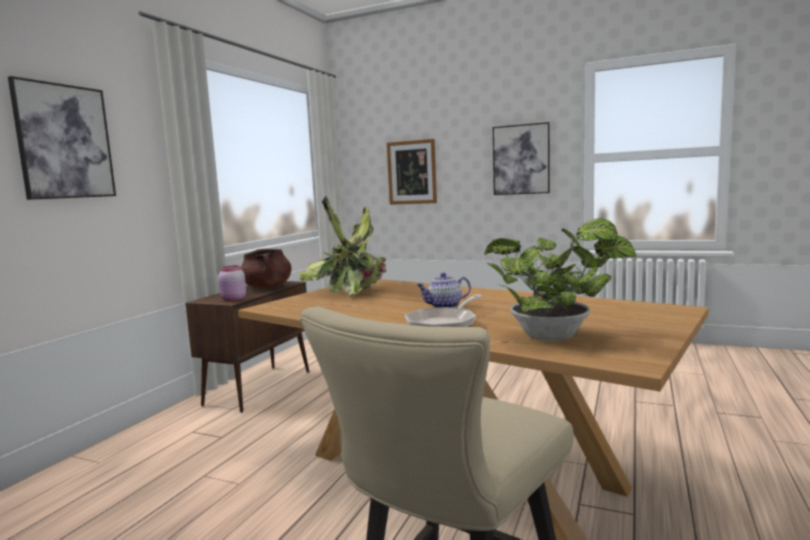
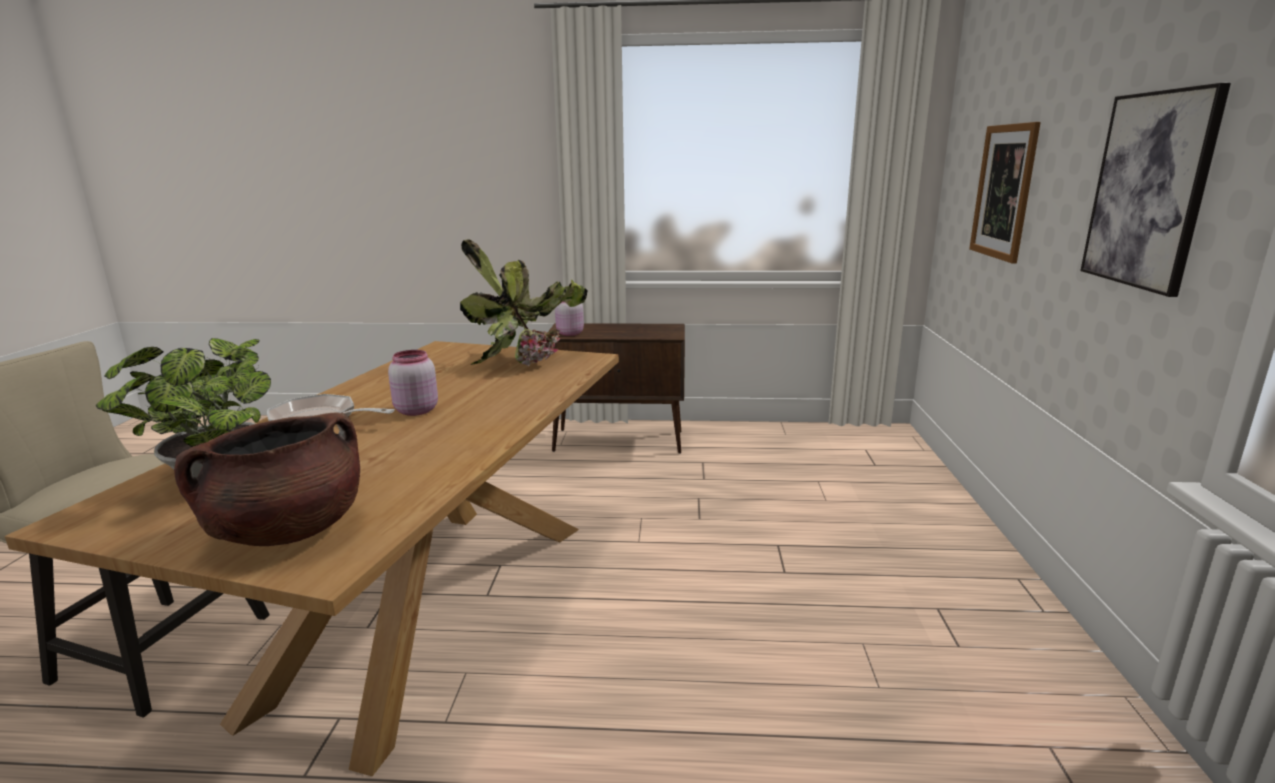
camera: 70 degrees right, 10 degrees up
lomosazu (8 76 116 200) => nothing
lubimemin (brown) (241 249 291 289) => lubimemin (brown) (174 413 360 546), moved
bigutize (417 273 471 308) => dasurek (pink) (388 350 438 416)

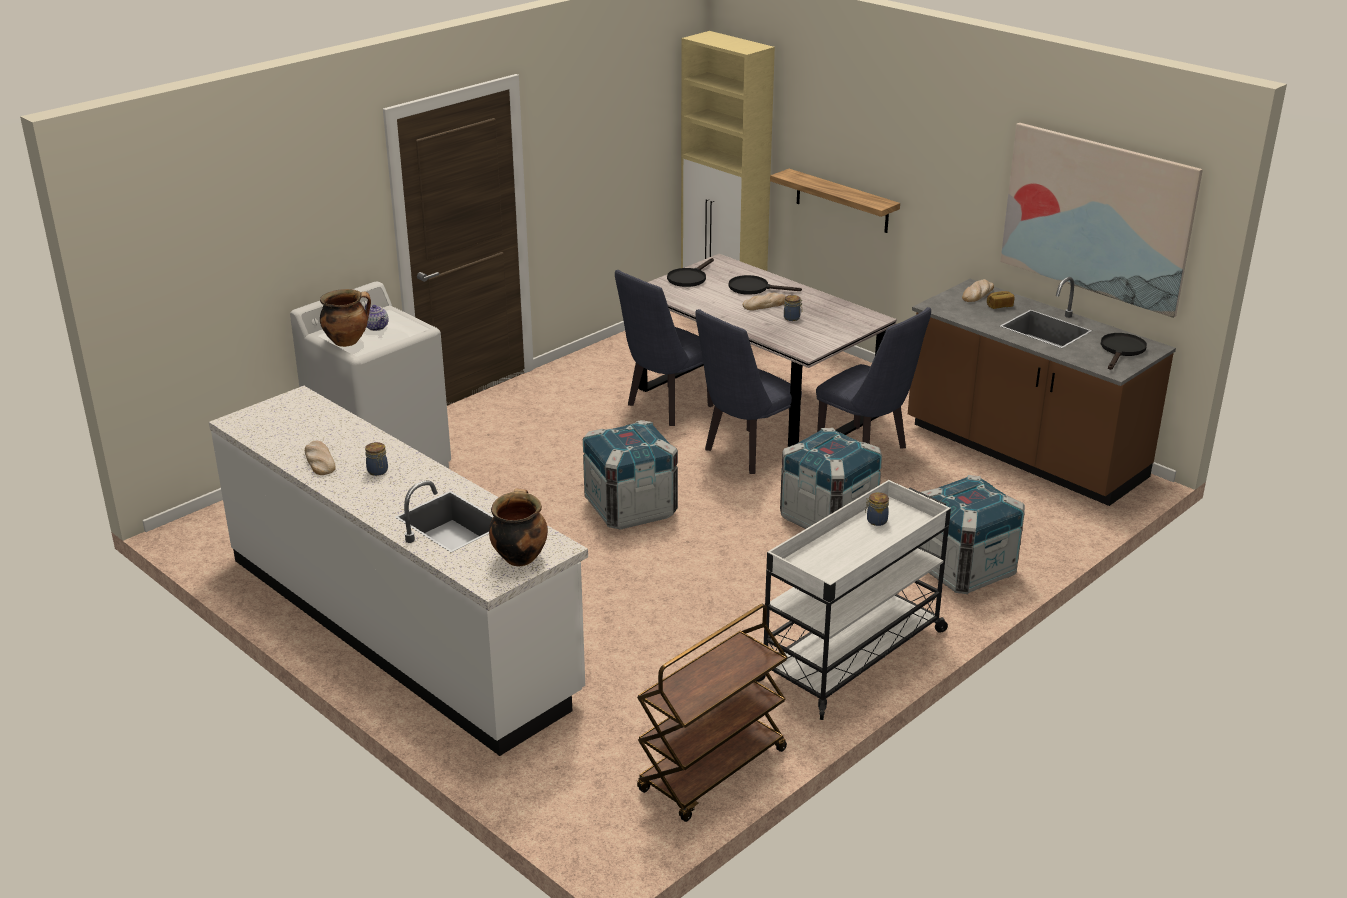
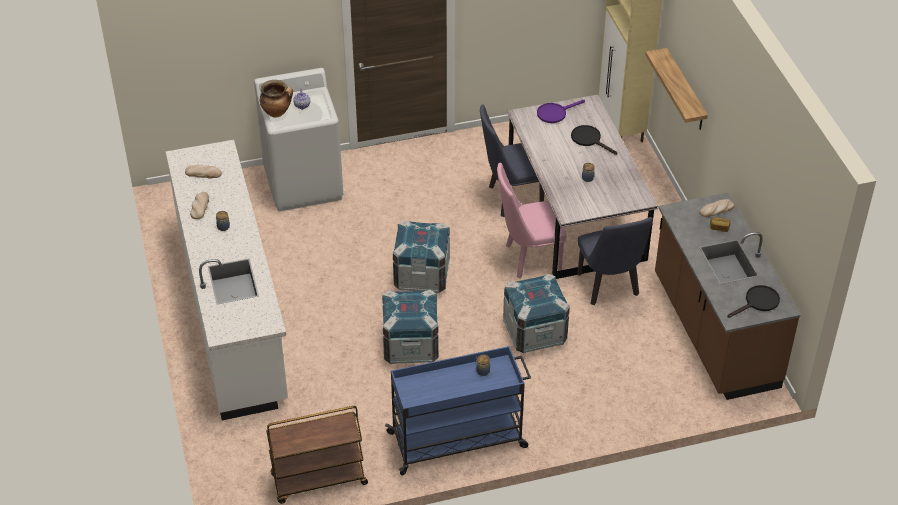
camera: 30 degrees right, 15 degrees up
lubimemin (489 488 548 566) => nothing
lomosazu (1001 123 1203 318) => nothing
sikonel (743 293 786 310) => sikonel (185 165 222 179), moved
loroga (920 475 1025 594) => loroga (382 289 439 364), moved
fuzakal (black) (667 258 714 287) => fuzakal (purple) (537 100 585 123)
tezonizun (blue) (695 309 802 474) => tezonizun (pink) (497 163 567 279)
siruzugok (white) (756 480 951 720) => siruzugok (blue) (385 346 531 476)

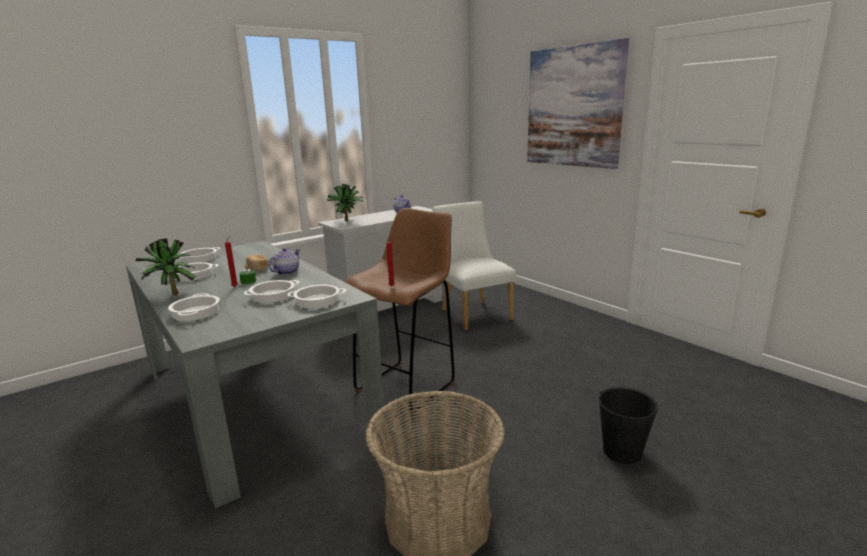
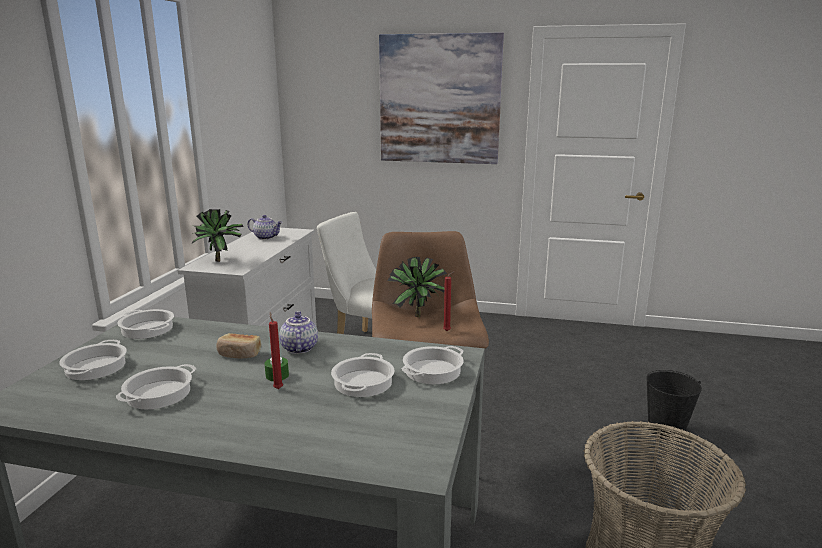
camera: 40 degrees left, 0 degrees up
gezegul (136 238 196 295) => gezegul (388 257 447 317), moved
lubimemin (168 293 220 321) => lubimemin (117 309 174 339), moved

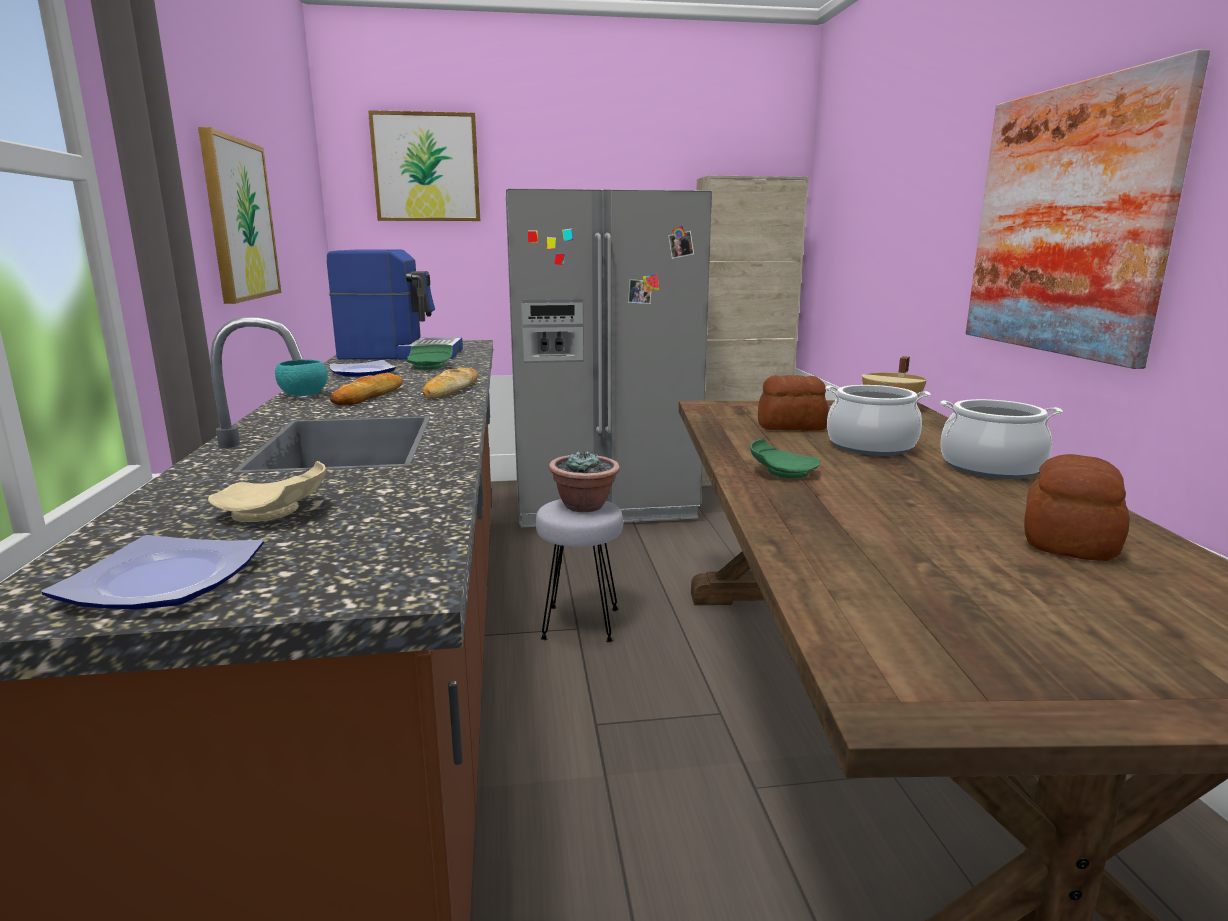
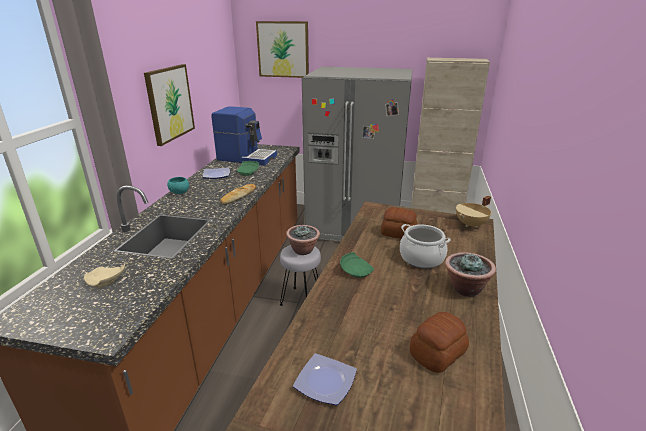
camera: 20 degrees right, 10 degrees up
sikonel (330 373 403 405) => nothing
lomosazu (966 49 1210 369) => nothing
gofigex (41 535 264 610) => gofigex (293 353 357 405), moved
lubimemin (940 399 1063 479) => gezegul (445 252 496 297)

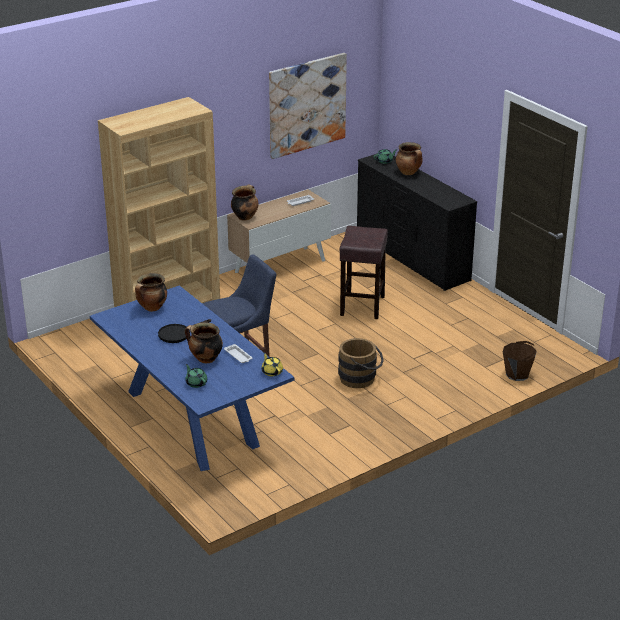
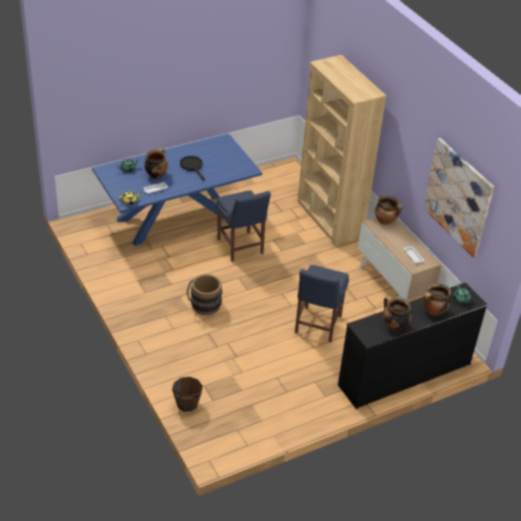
camera: 95 degrees right, 10 degrees up
lubimemin (135 273 167 312) => lubimemin (383 296 411 331), moved
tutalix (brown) (340 226 388 319) => tezonizun (blue) (295 265 349 343)

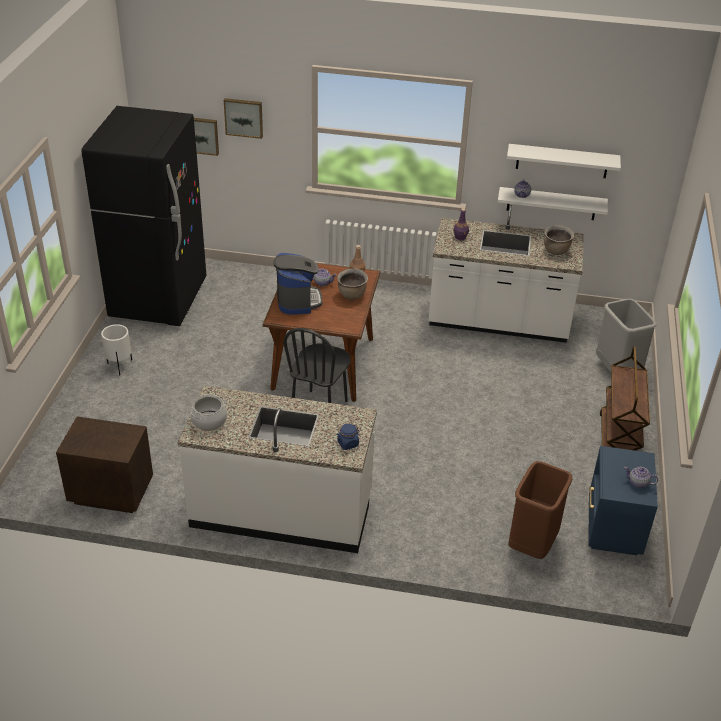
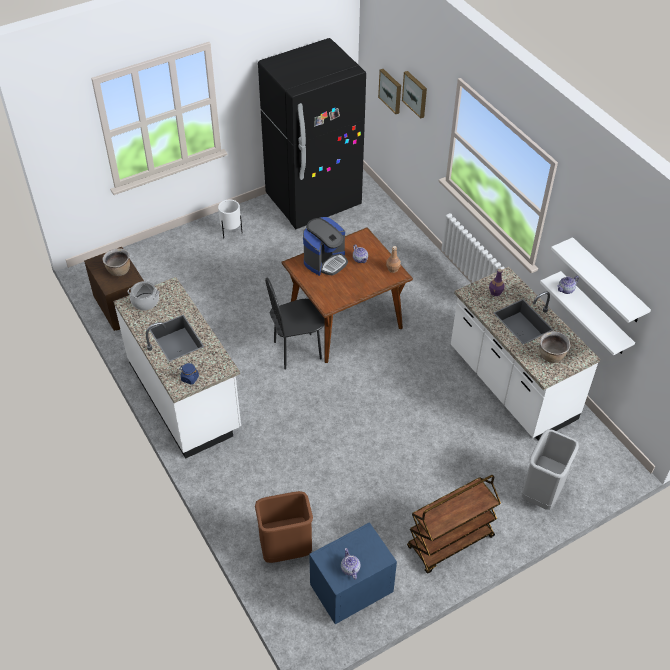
camera: 50 degrees right, 10 degrees up
lubimemin (brown) (337 269 368 300) => lubimemin (brown) (102 248 130 276), moved

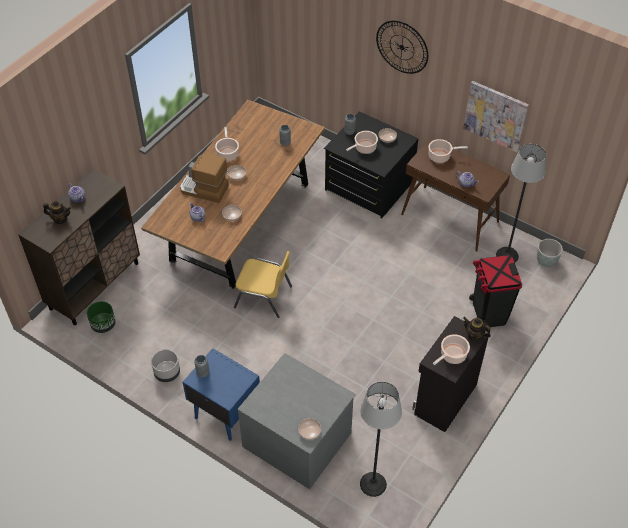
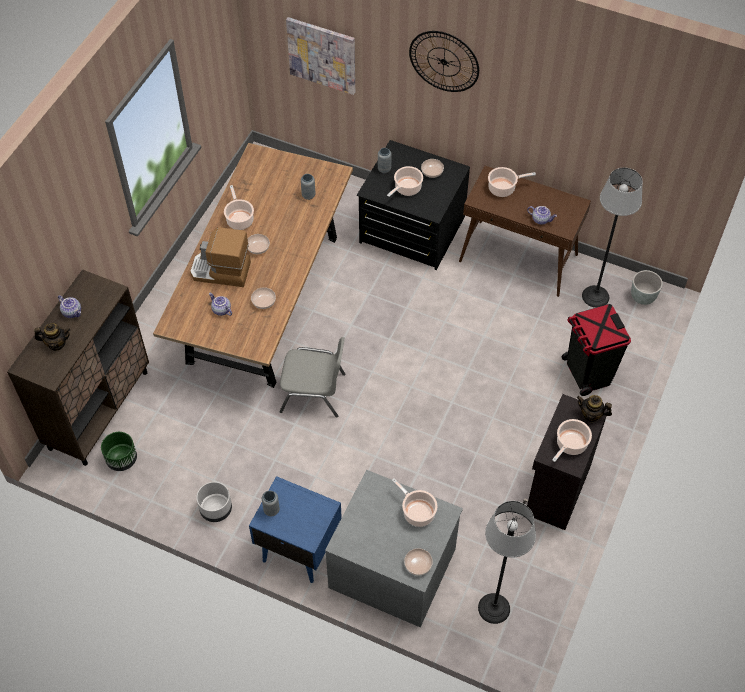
camera: 10 degrees left, 5 degrees up
nothing => lubimemin (392 478 438 527)
lomosazu (463 81 529 152) => lomosazu (286 17 355 95), moved
tezonizun (yellow) (234 251 292 318) => tezonizun (grey) (279 337 345 418)

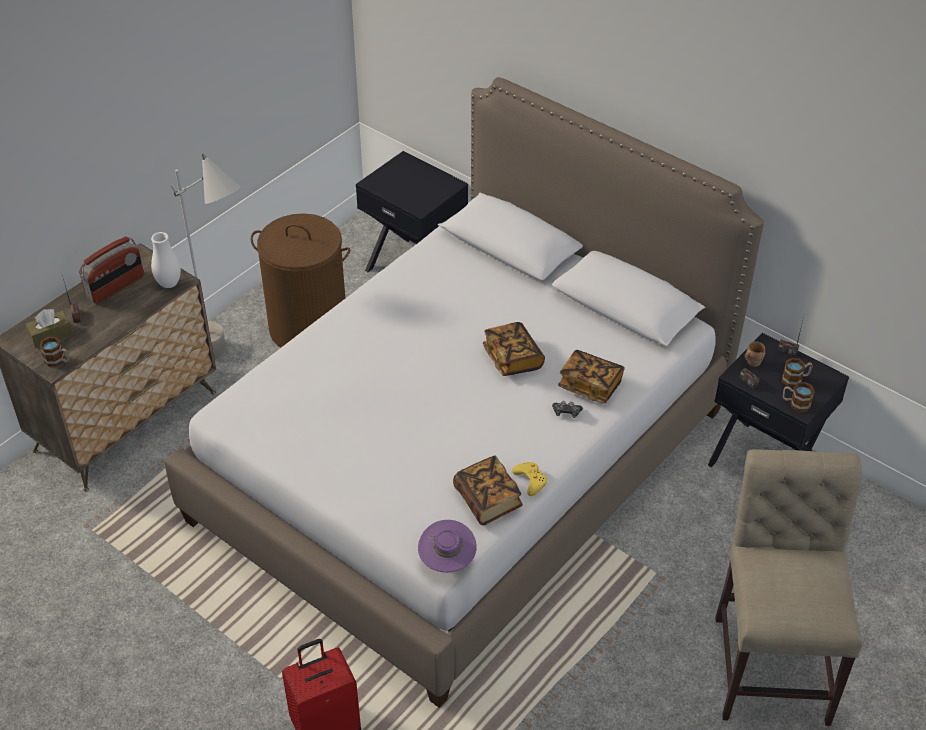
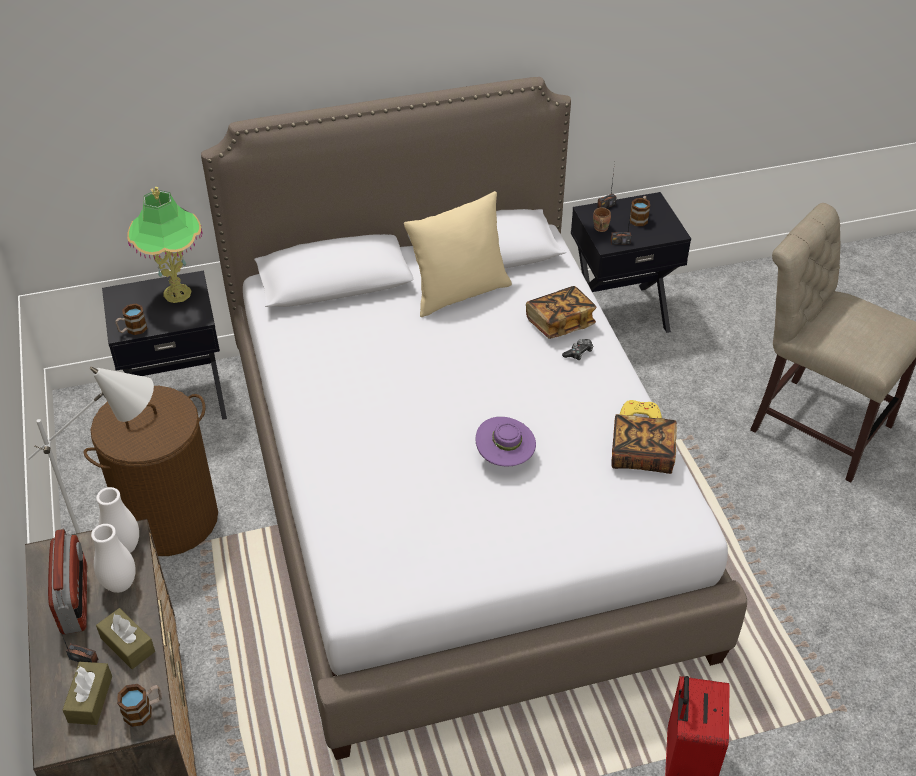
camera: 55 degrees left, 0 degrees up
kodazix (483 322 545 376) => nothing
nothing => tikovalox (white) (91 524 136 593)
nothing => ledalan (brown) (96 608 155 669)
nothing => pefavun (127 187 203 303)
nothing => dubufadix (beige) (404 191 512 317)
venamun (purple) (418 520 477 572) => venamun (purple) (476 417 536 467), moved
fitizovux (783 382 815 412) => fitizovux (115 303 147 335), moved

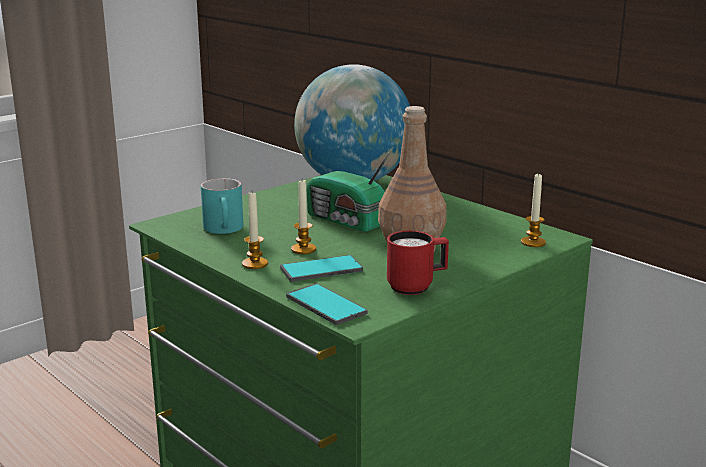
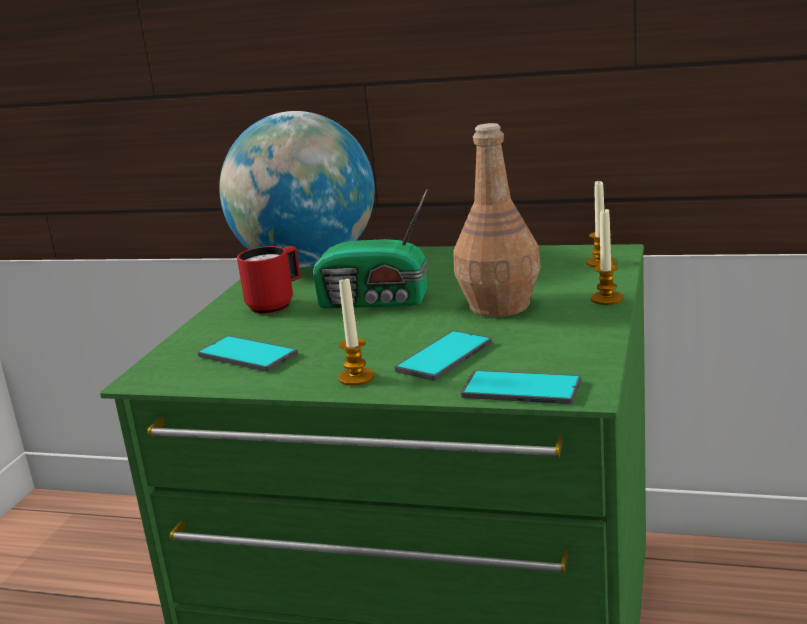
camera: 30 degrees left, 0 degrees up
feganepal (291 180 316 254) => feganepal (591 207 623 305), moved
fitizovux (red) (387 231 449 295) => fitizovux (red) (237 246 301 314), moved
fitizovux (turquoise) (201 178 243 234) => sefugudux (197 336 298 372)

